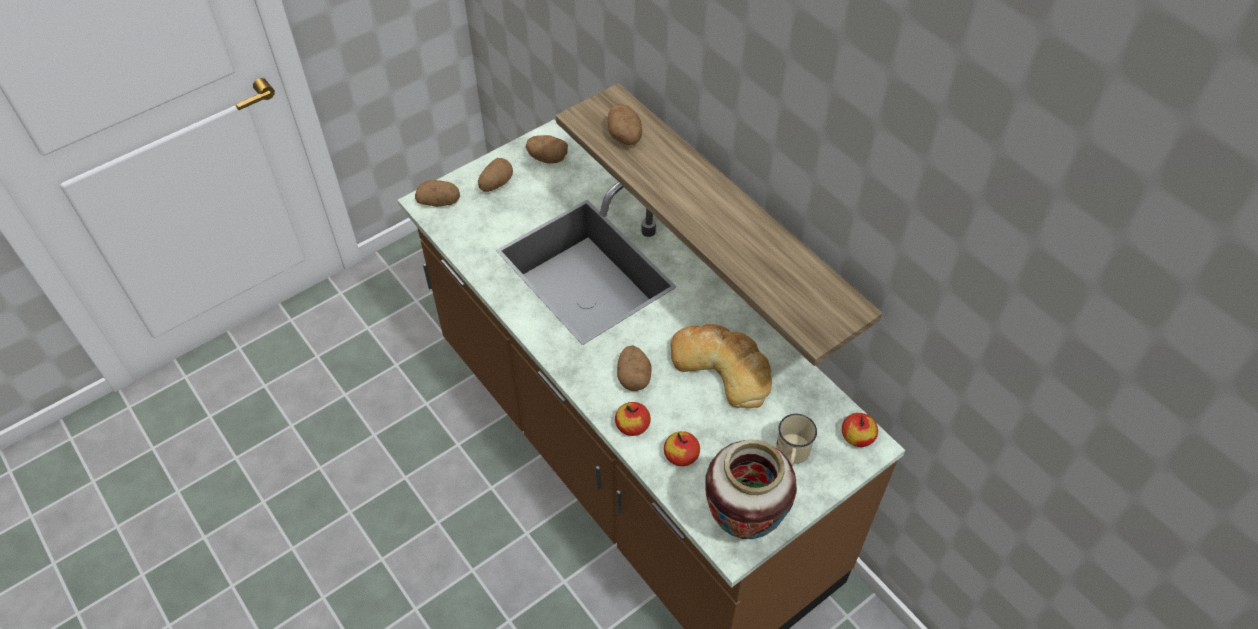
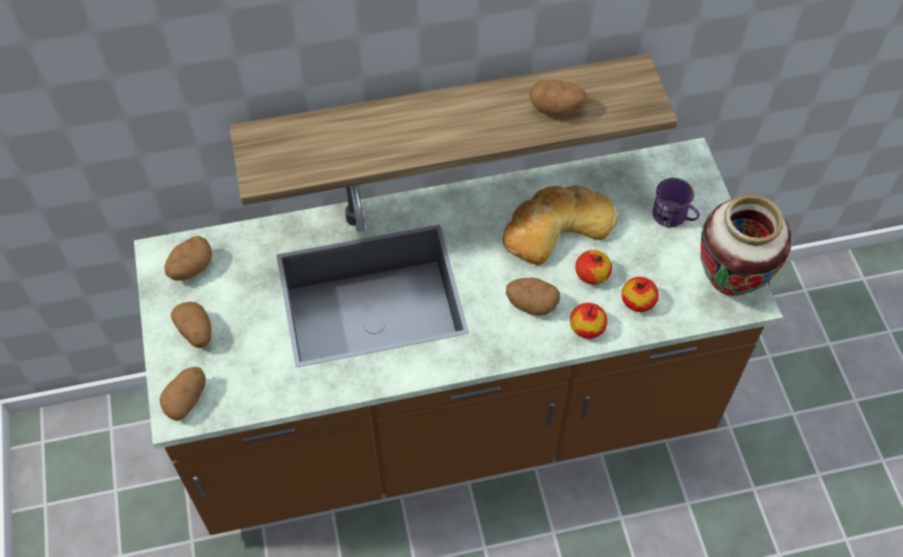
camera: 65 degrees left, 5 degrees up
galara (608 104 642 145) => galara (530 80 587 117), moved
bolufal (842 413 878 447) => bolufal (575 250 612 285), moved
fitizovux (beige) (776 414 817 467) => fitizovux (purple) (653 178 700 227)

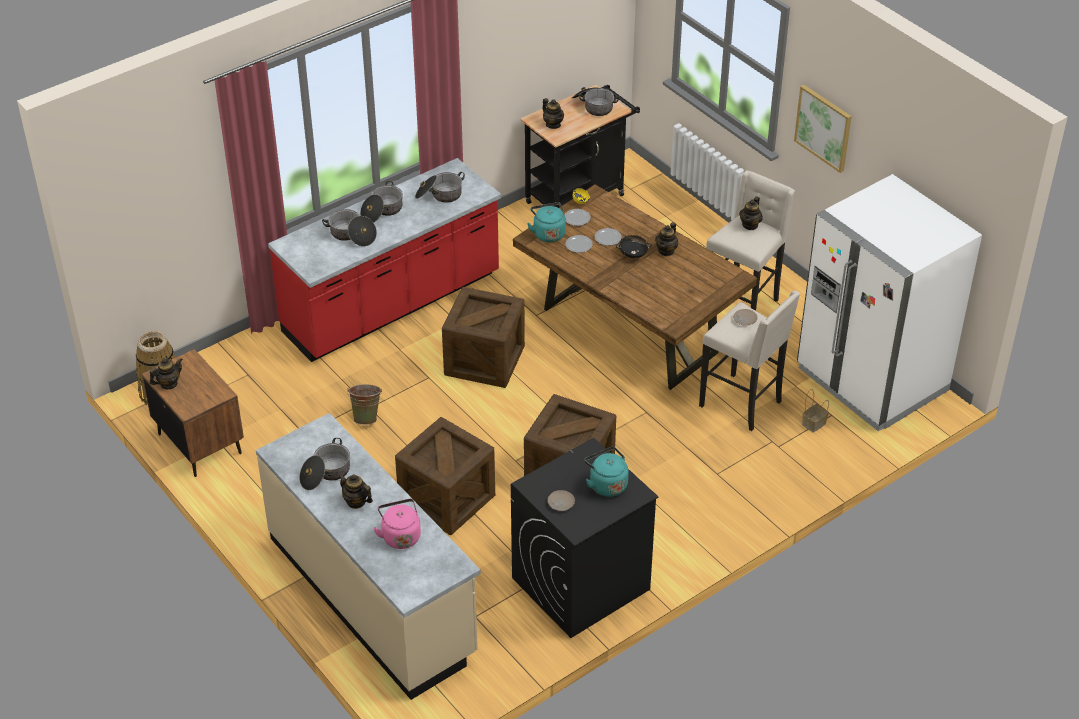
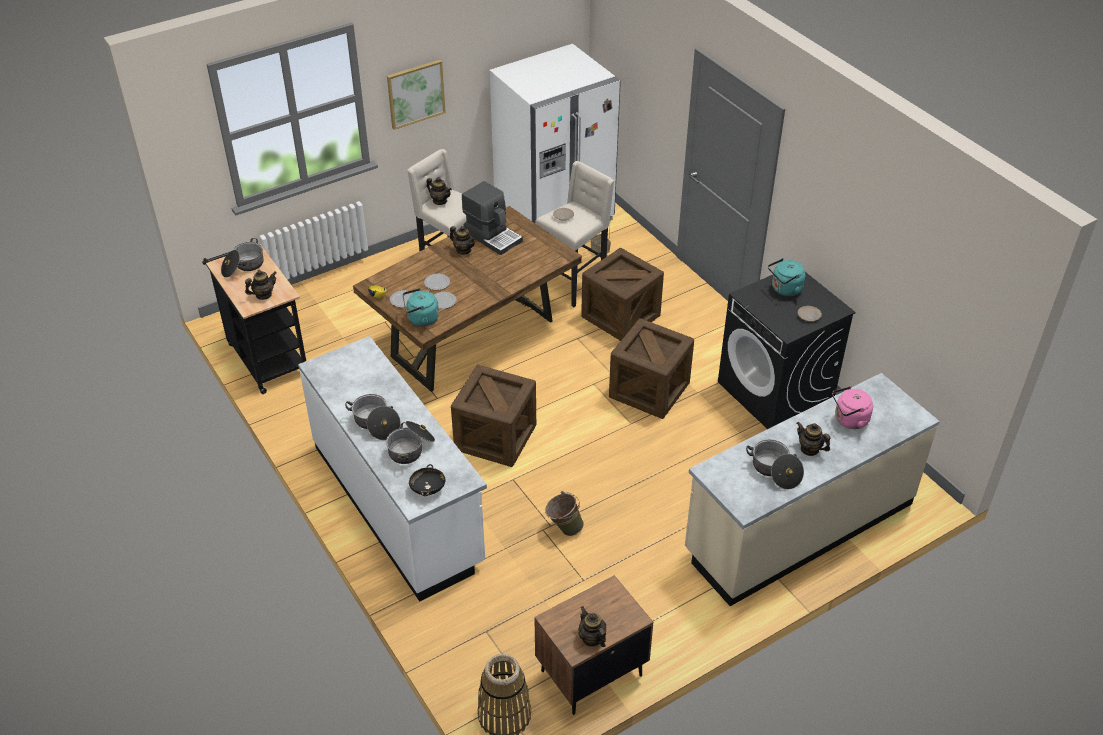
camera: 85 degrees left, 0 degrees up
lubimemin (415 172 465 203) => nothing
nothing => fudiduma (462 181 523 255)
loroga (395 417 495 535) => loroga (581 248 664 341), moved
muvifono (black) (615 235 652 258) => muvifono (black) (409 464 445 496), moved
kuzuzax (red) (268 158 501 362) => kuzuzax (white) (298 336 487 602)
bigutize (338 474 373 509) => bigutize (797 422 831 456), 90 degrees clockwise

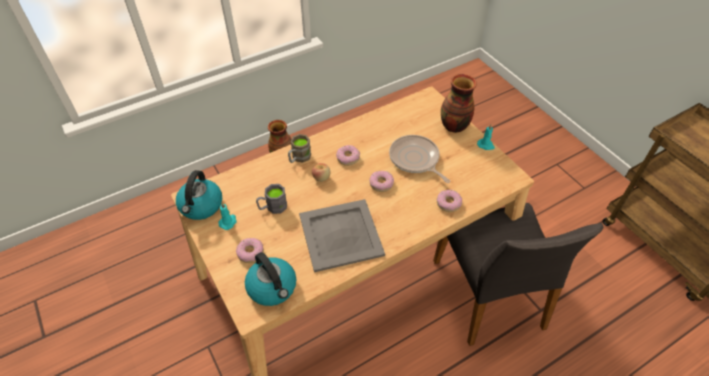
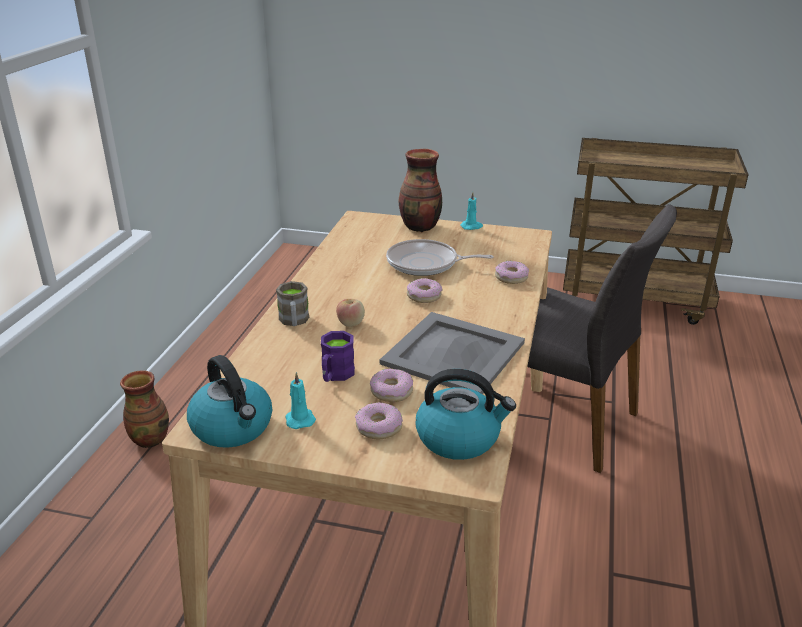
camera: 45 degrees left, 20 degrees down
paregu (336 145 360 166) => paregu (370 368 413 402), moved
fitizovux (grey) (256 184 287 214) => fitizovux (purple) (321 331 355 382)

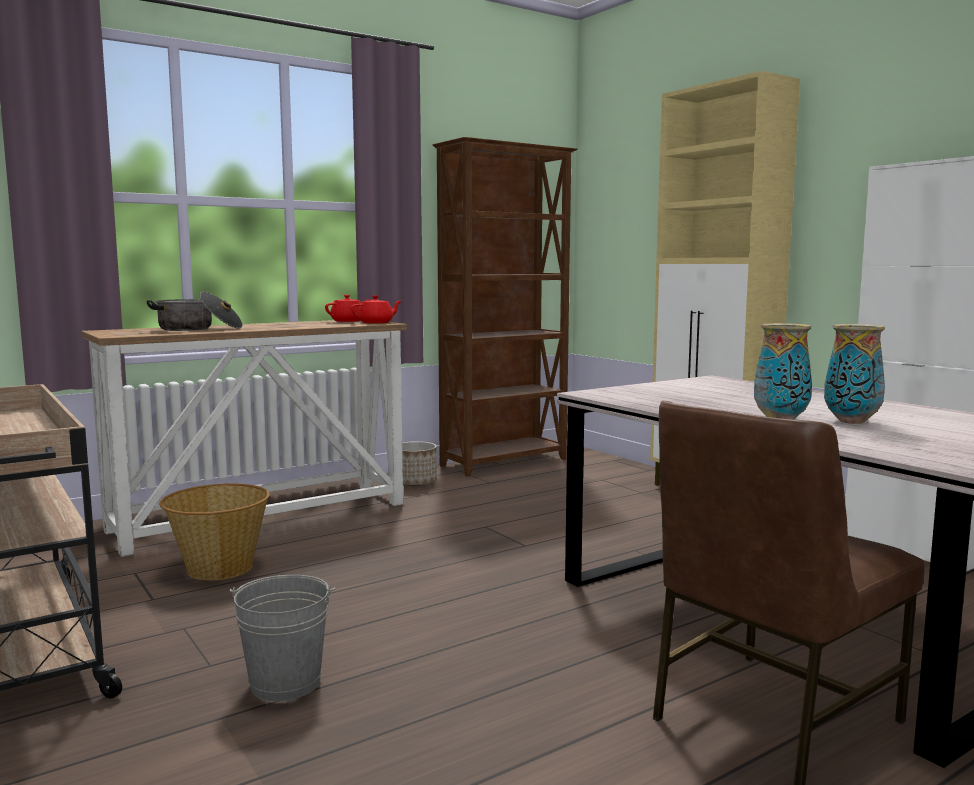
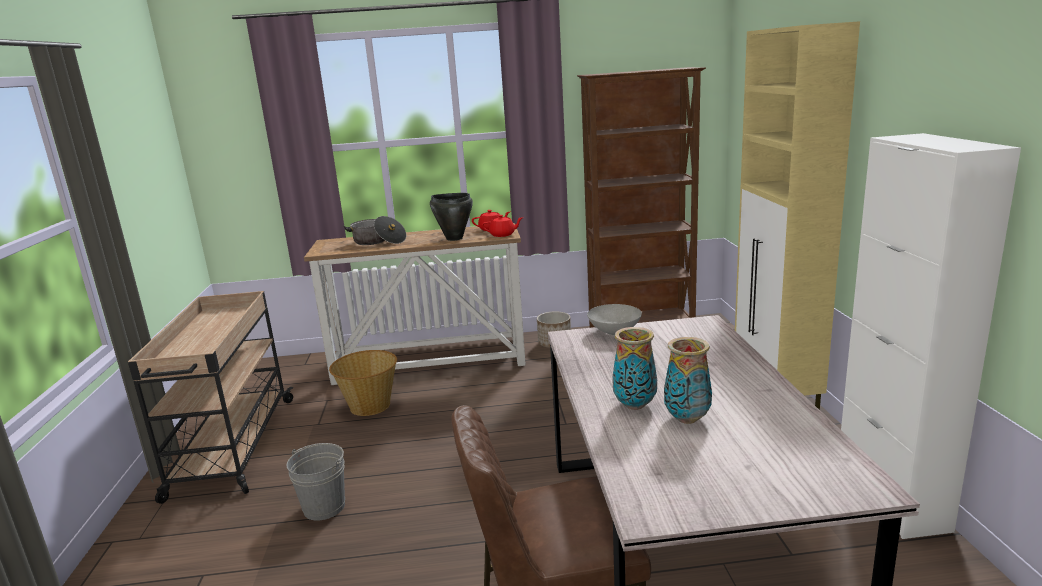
camera: 30 degrees right, 10 degrees up
nothing => lubimemin (black) (430 193 473 241)
nothing => muvifono (grey) (587 304 642 335)

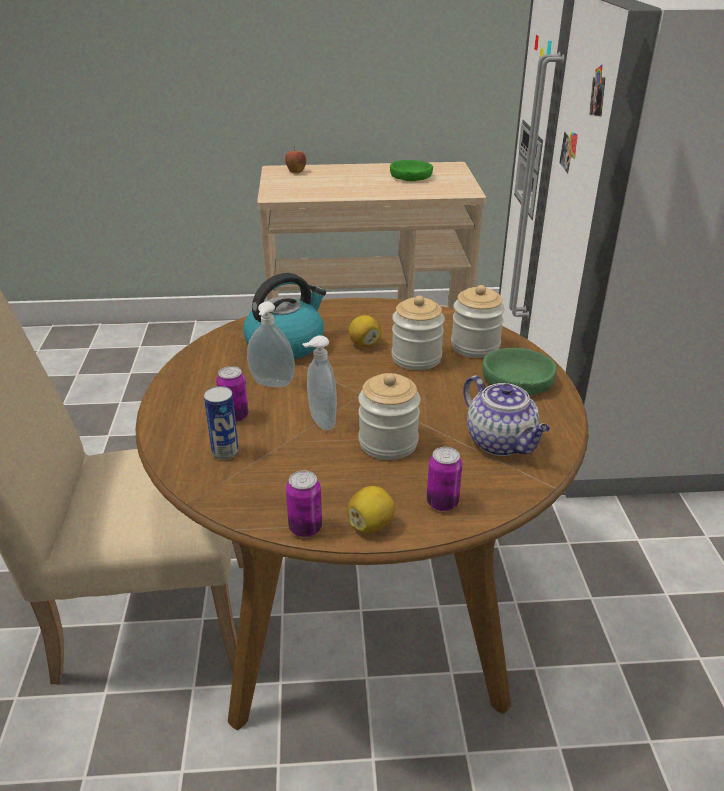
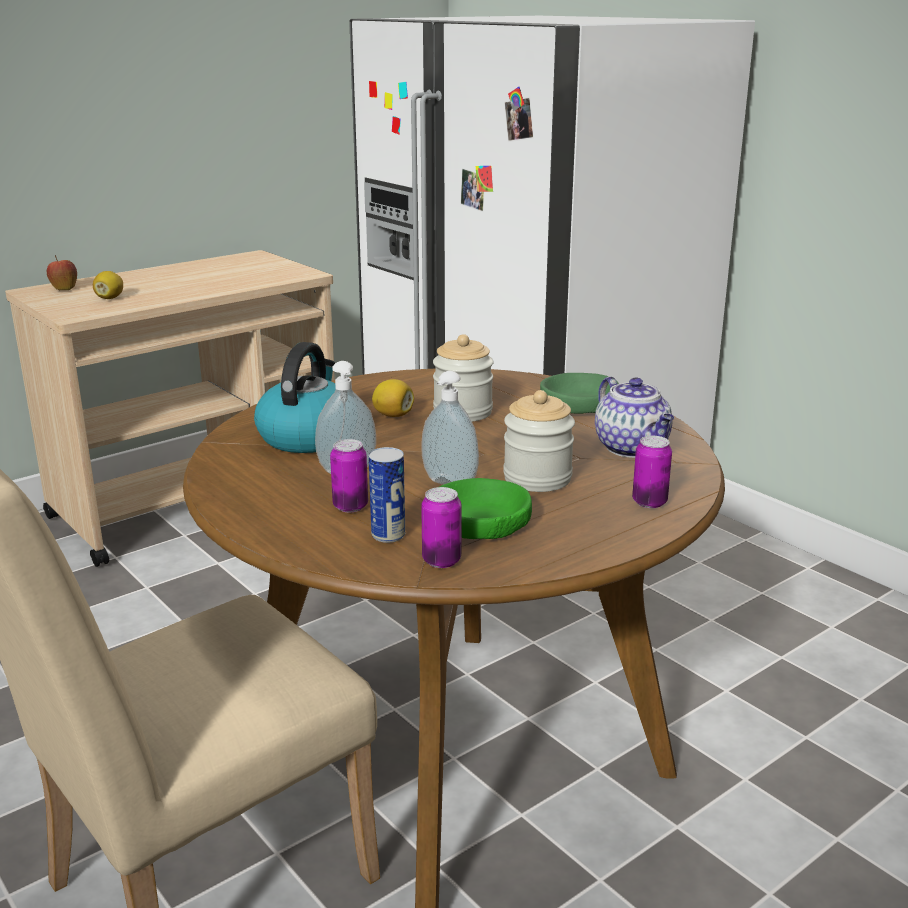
camera: 35 degrees left, 10 degrees down
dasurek (451 285 505 358) => nothing
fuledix (286 470 322 537) => fuledix (421 487 462 568), moved
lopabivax (347 486 395 533) => lopabivax (93 271 123 299), moved
muvifono (green) (390 160 433 181) => muvifono (green) (440 478 532 539), moved
bigutize (463 375 550 456) => bigutize (595 376 674 458), 45 degrees clockwise

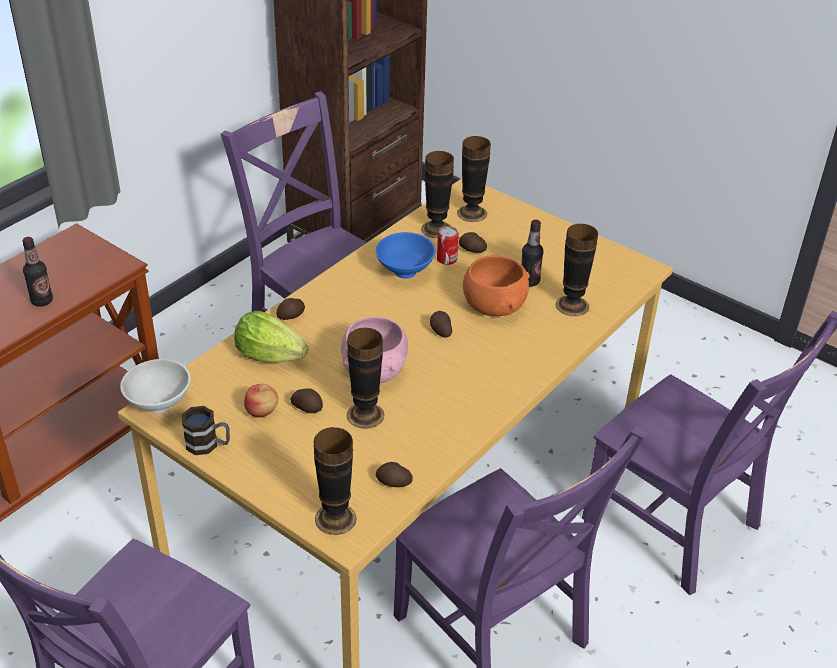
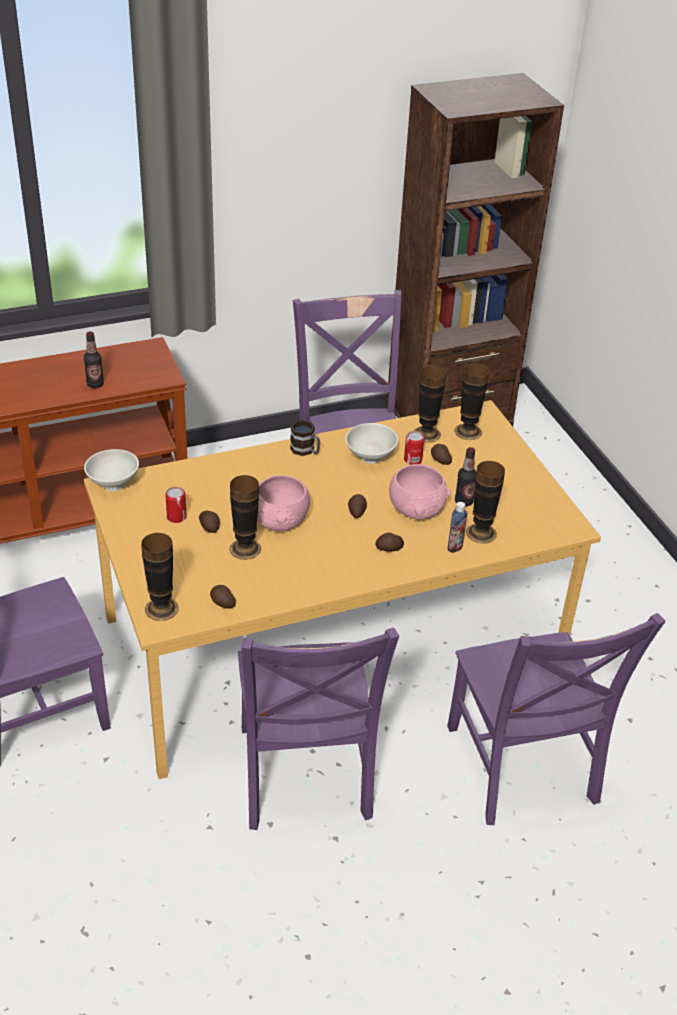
camera: 30 degrees right, 0 degrees up
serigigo (234 311 308 363) => nothing
nothing => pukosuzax (448 502 468 553)
fitizovux (182 406 230 455) => fitizovux (290 420 320 456), moved
galara (277 298 305 320) => galara (375 532 404 552), moved
bolufal (244 384 278 417) => fuledix (165 487 187 523)
muvifono (blue) (376 232 435 279) => muvifono (white) (346 423 398 464)
muvifono (orange) (463 255 530 316) => muvifono (pink) (389 464 450 520)

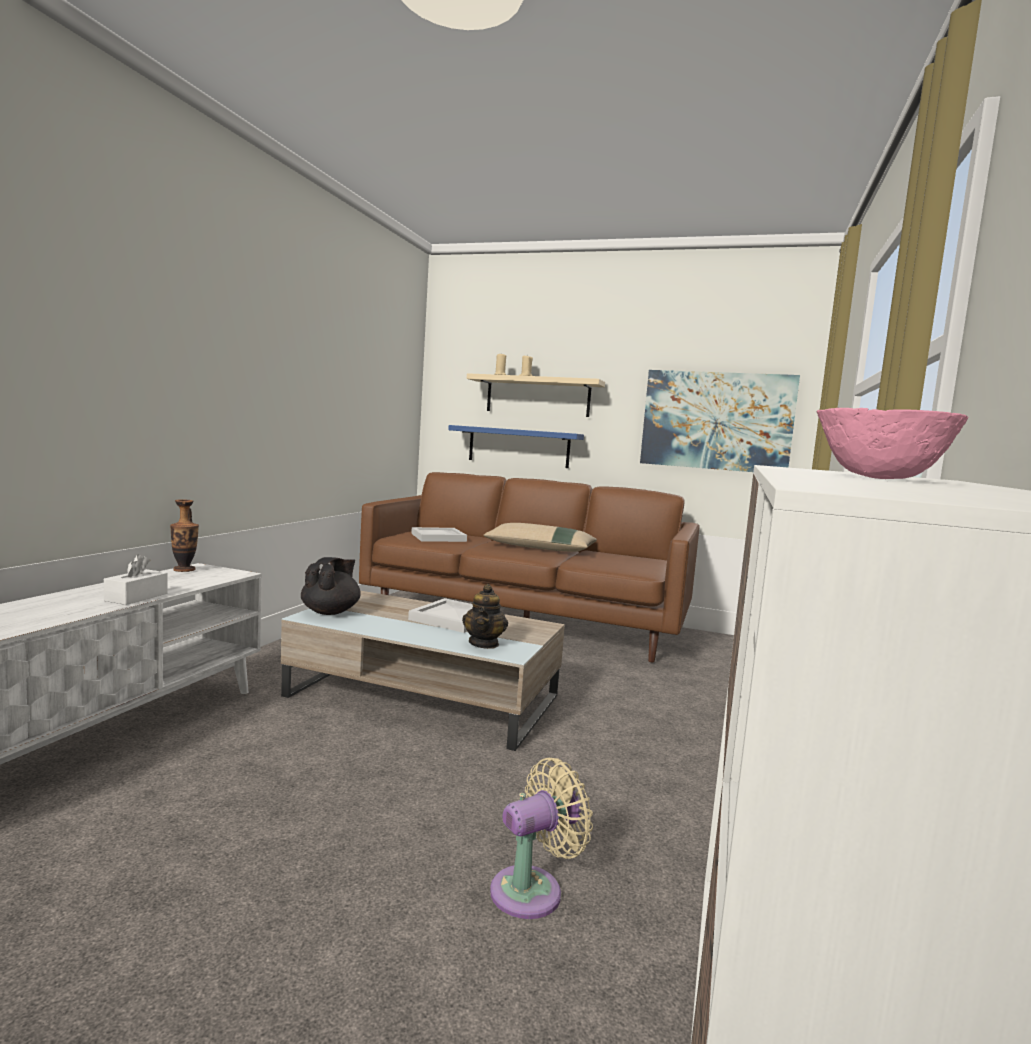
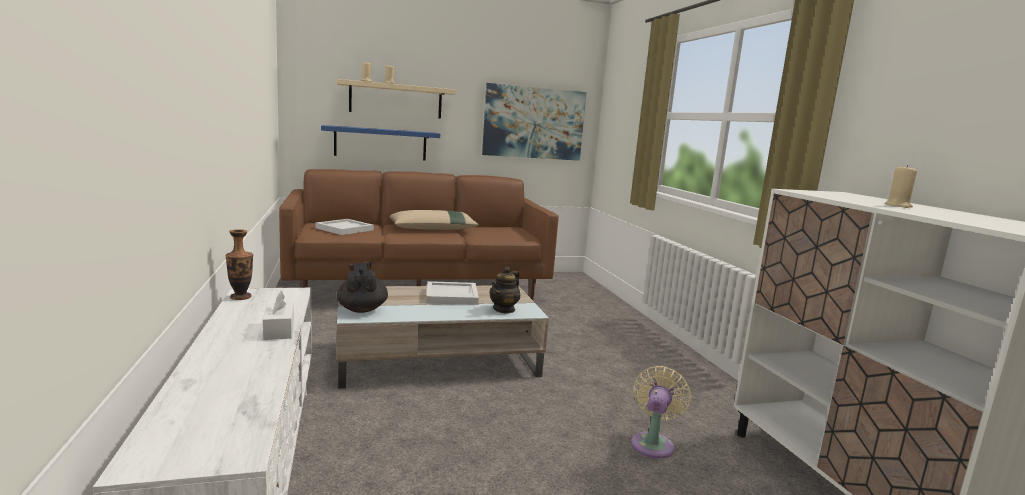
camera: 35 degrees left, 5 degrees up
muvifono (pink) (817 408 968 479) => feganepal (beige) (885 165 917 208)
bigutize (462 584 508 649) => bigutize (490 266 520 314), 60 degrees clockwise

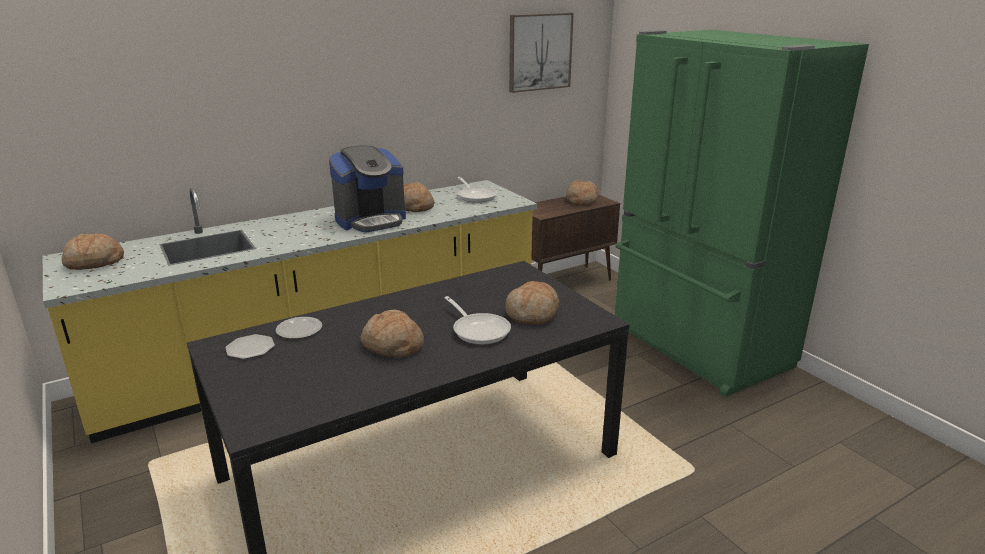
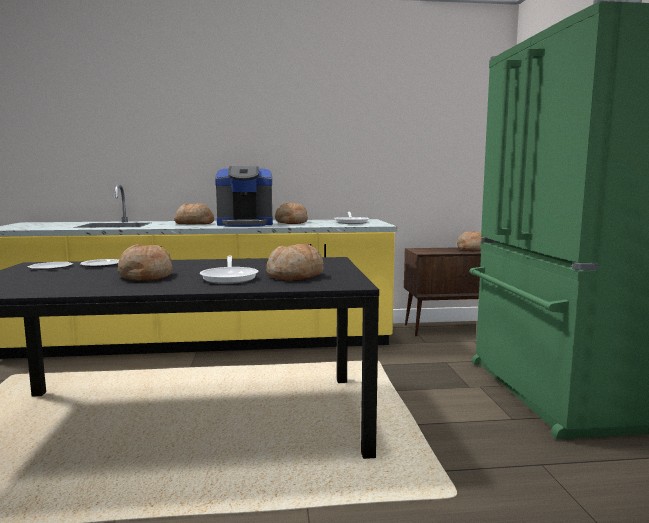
camera: 25 degrees right, 15 degrees down
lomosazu (509 13 574 93) => nothing
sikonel (62 234 124 270) => sikonel (174 203 214 224), moved

